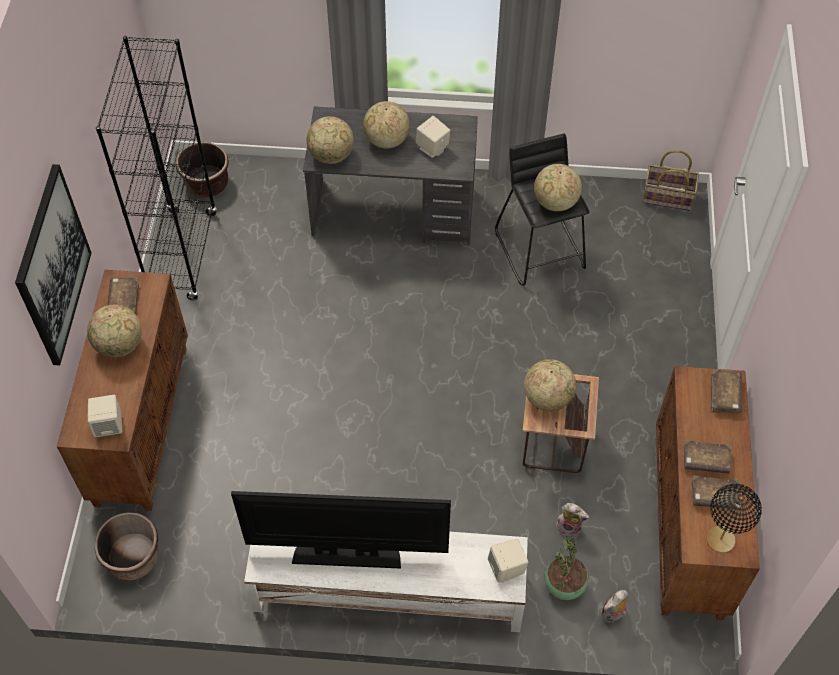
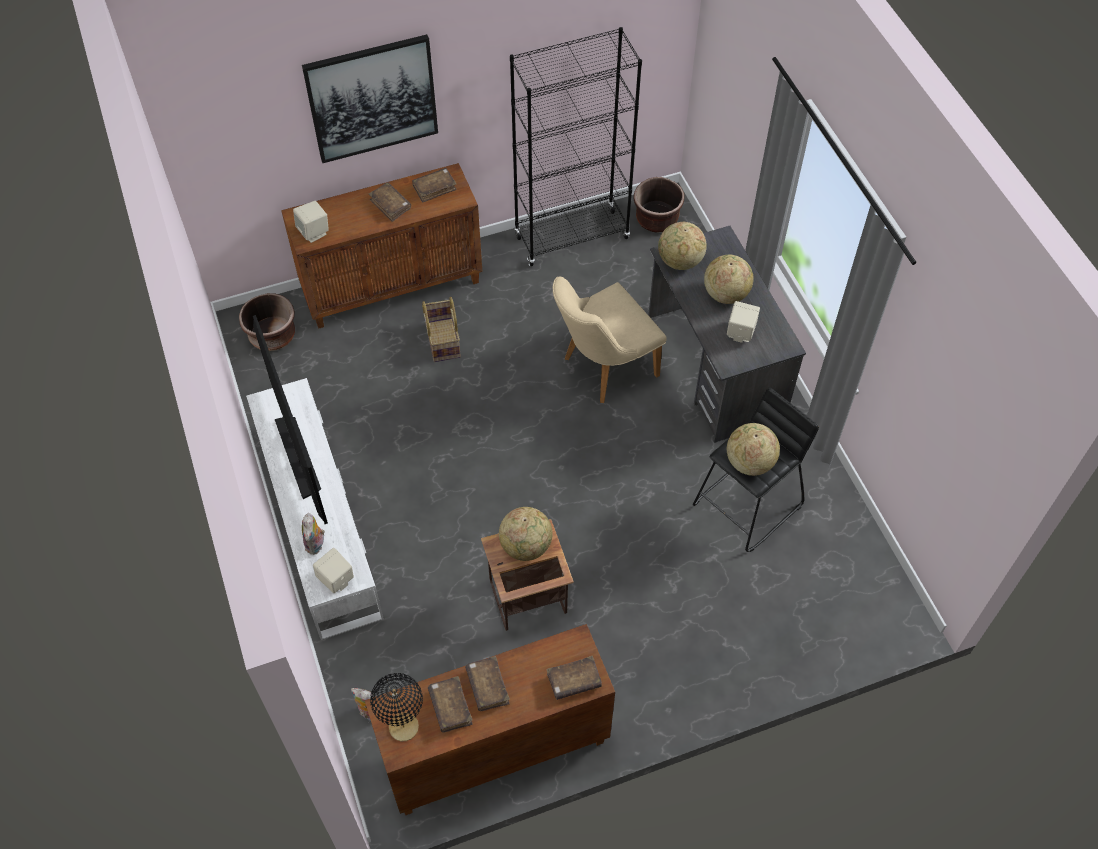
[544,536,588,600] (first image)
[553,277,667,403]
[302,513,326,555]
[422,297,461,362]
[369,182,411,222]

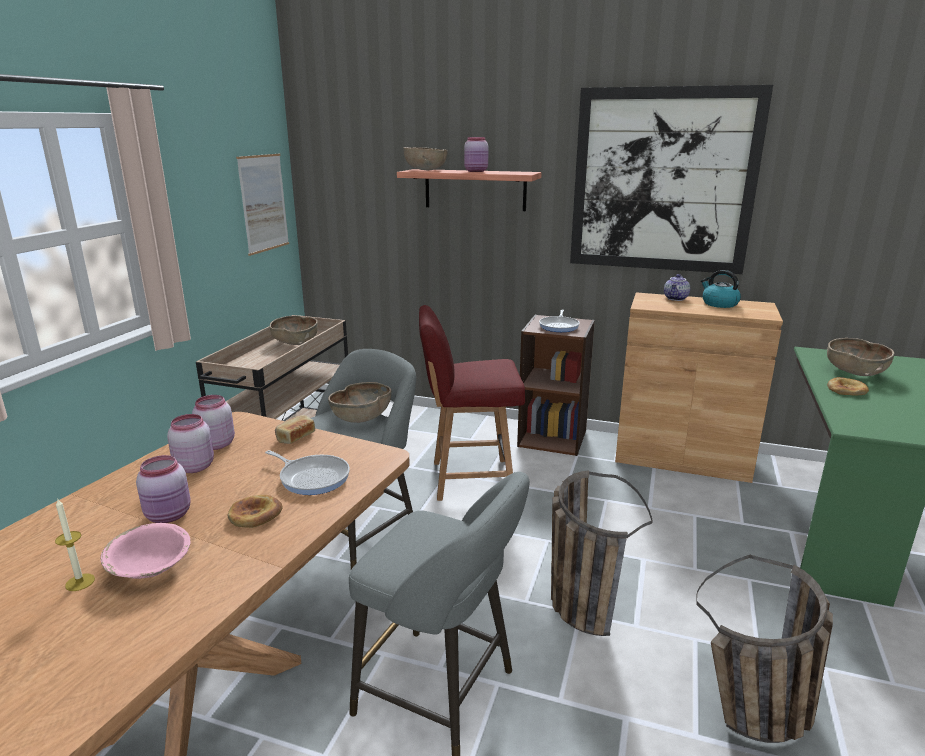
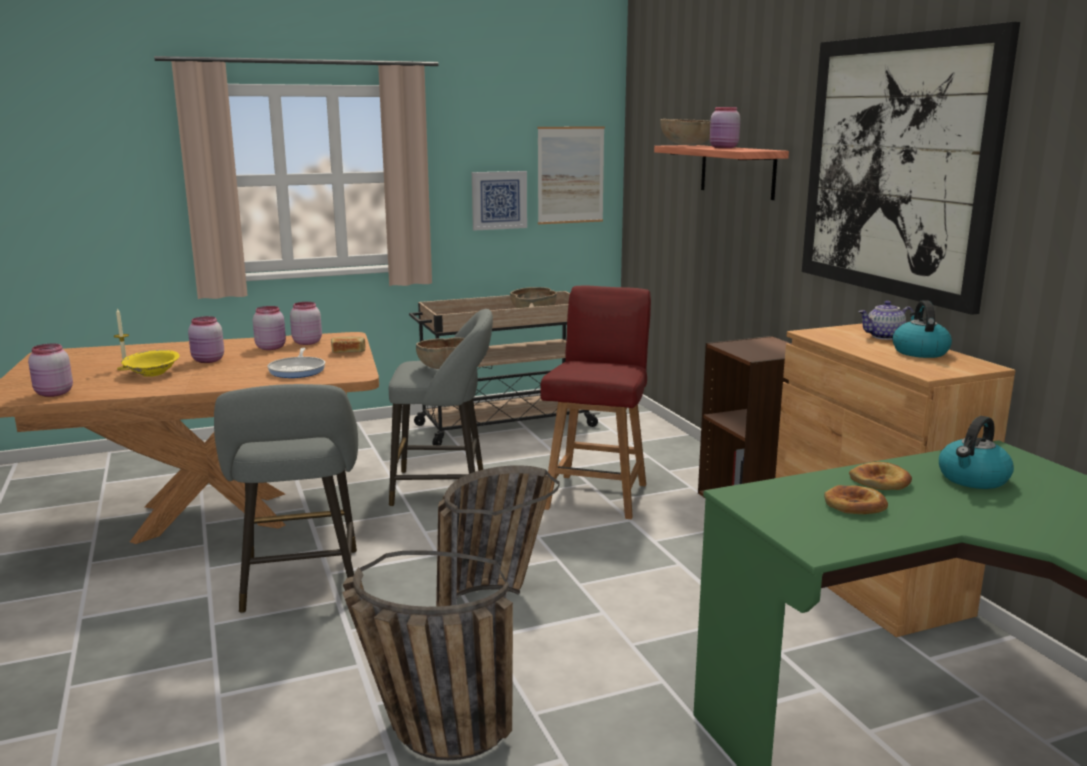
[539,310,580,332] (first image)
[28,344,73,397]
[472,171,527,231]
[824,485,888,514]
[939,416,1014,489]
[121,350,180,377]
[540,285,651,519]

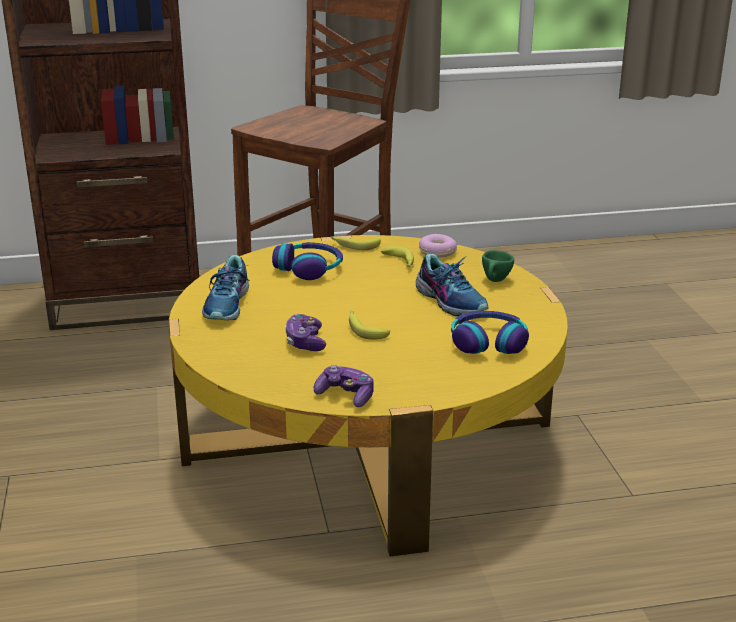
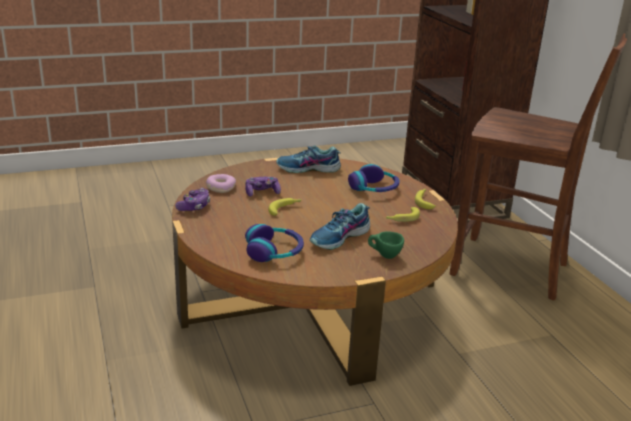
[206,174,236,193]
[172,157,458,386]

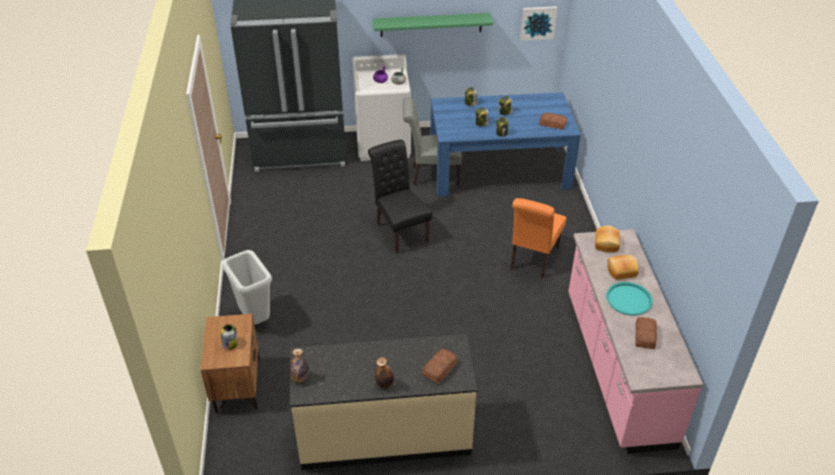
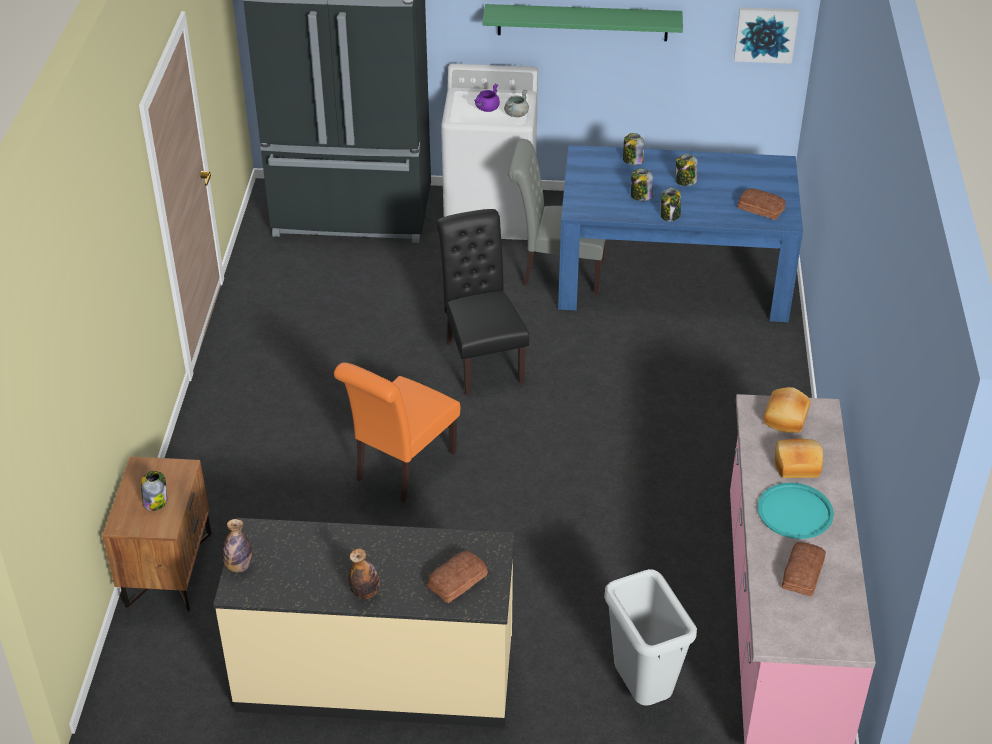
[604,569,697,706]
[334,362,460,503]

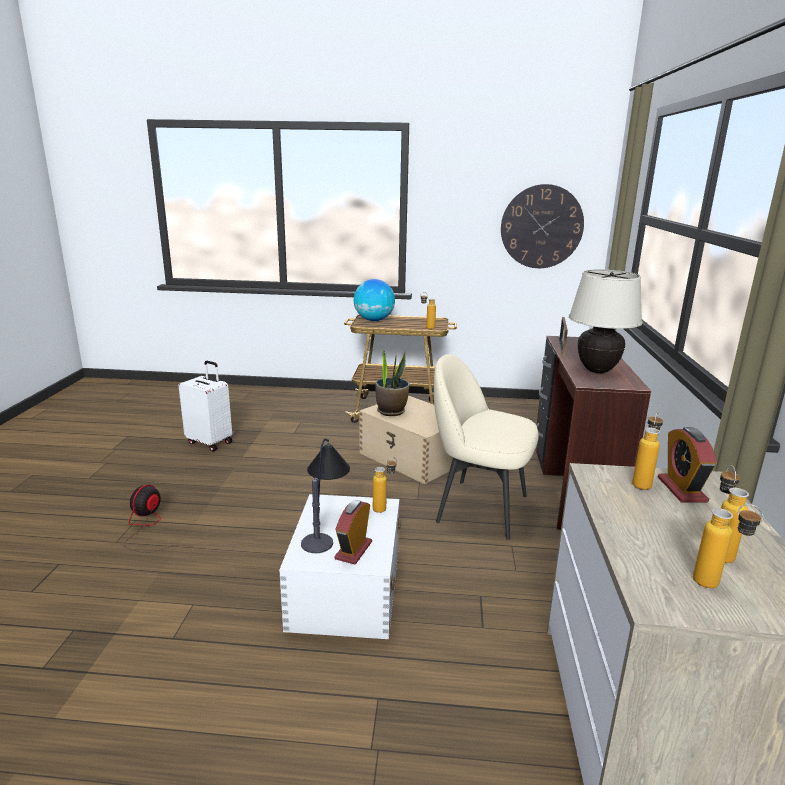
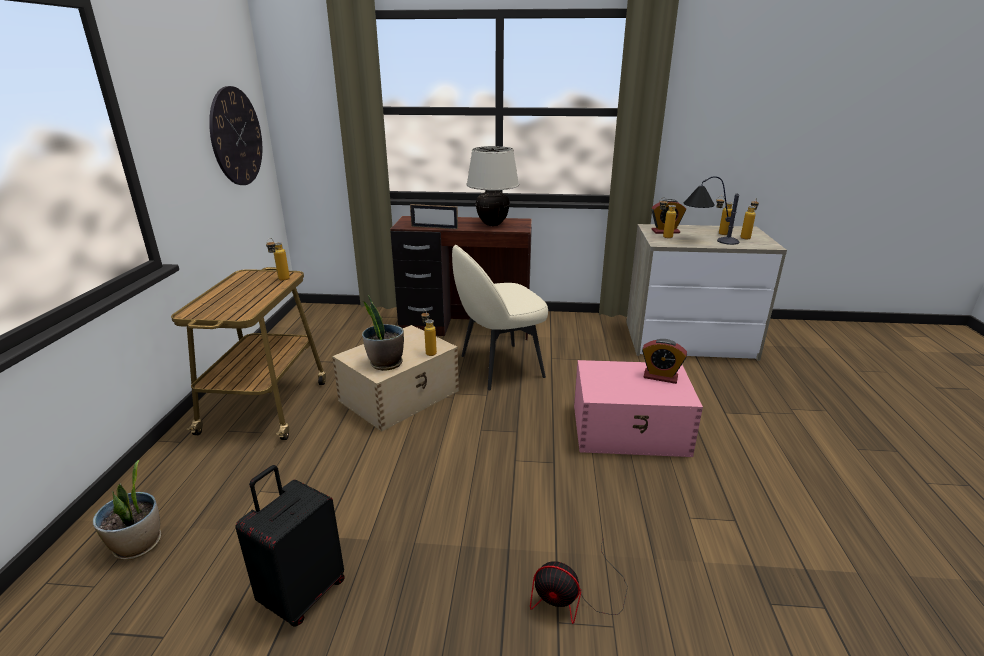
[354,279,395,321] (first image)
[93,459,161,560]
[684,176,739,245]
[421,310,437,356]
[235,465,345,627]
[574,360,703,457]
[452,245,548,390]

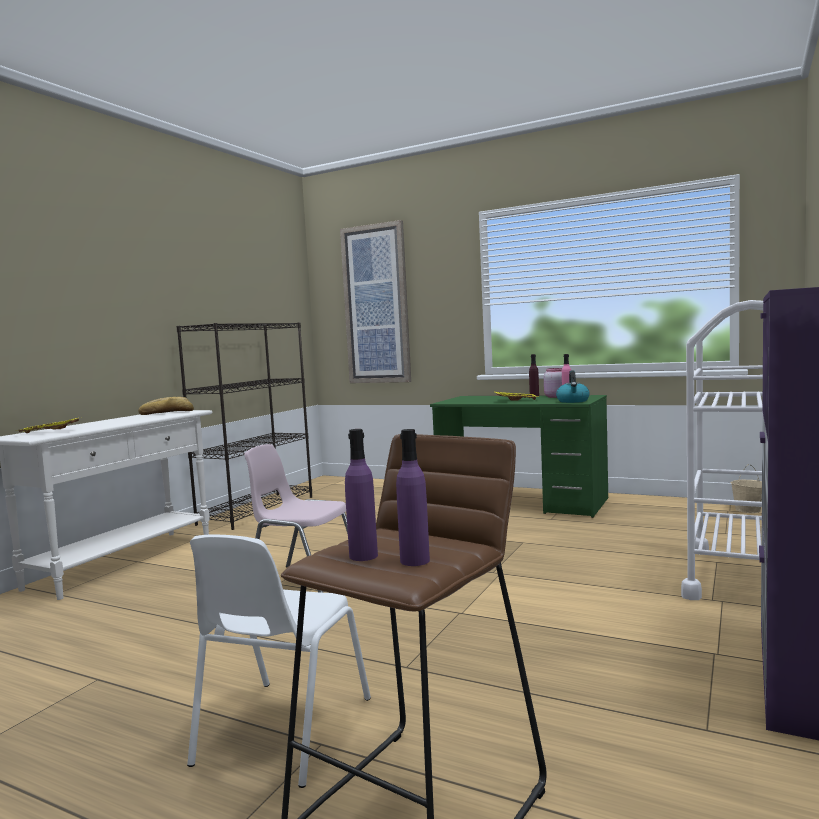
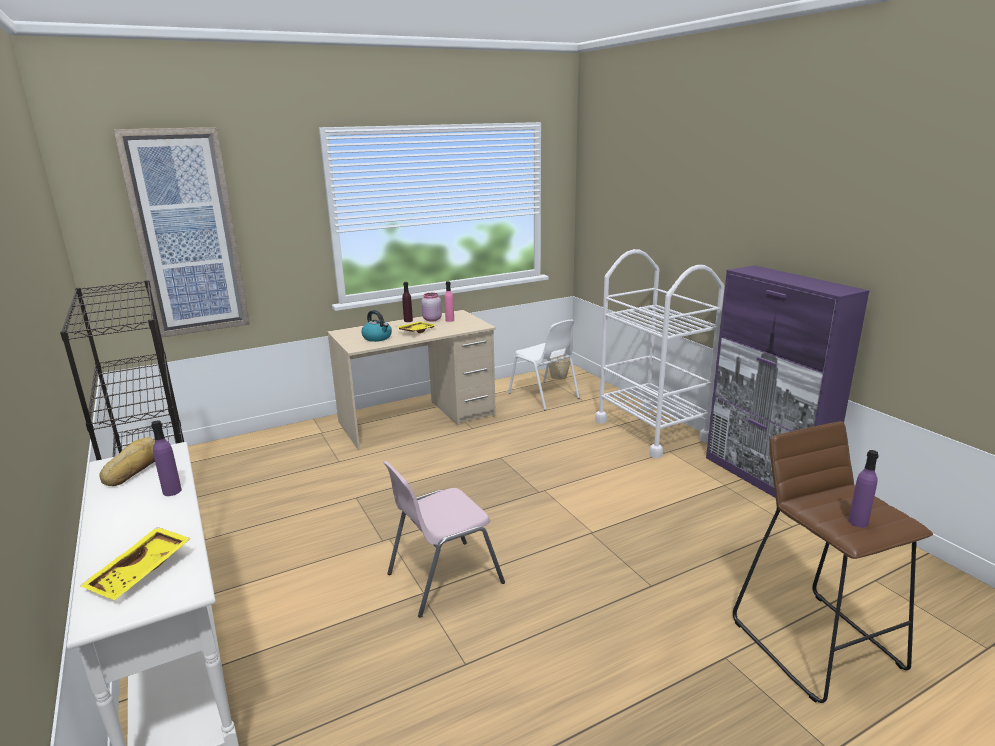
[508,320,580,410]
[151,420,182,496]
[361,310,392,342]
[327,310,496,450]

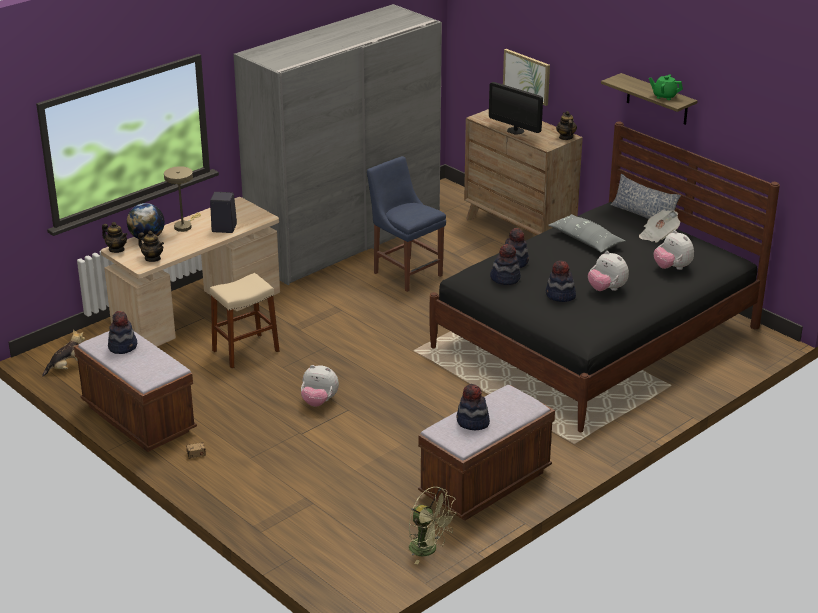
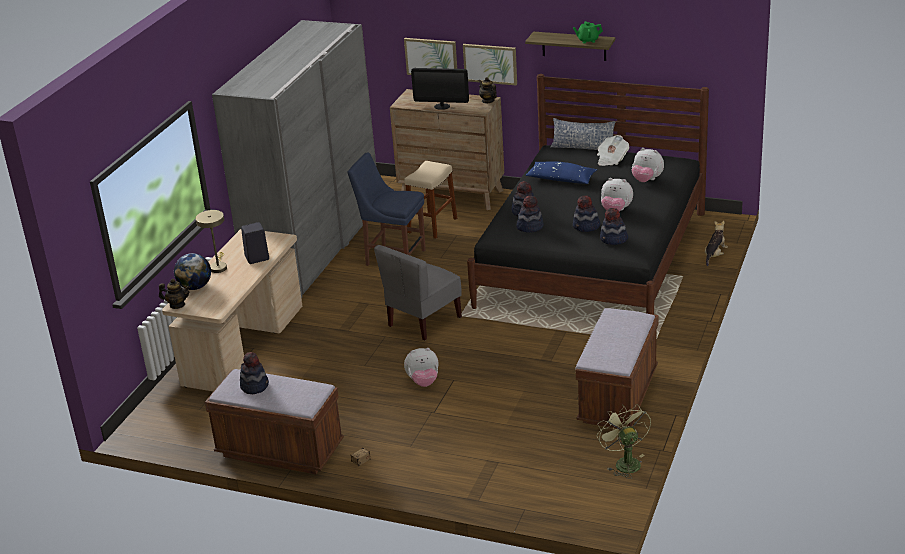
[138,231,164,262] (first image)
[374,245,462,340]
[463,44,517,85]
[705,221,728,266]
[404,161,457,239]
[600,208,628,245]
[525,161,597,184]
[597,404,651,479]

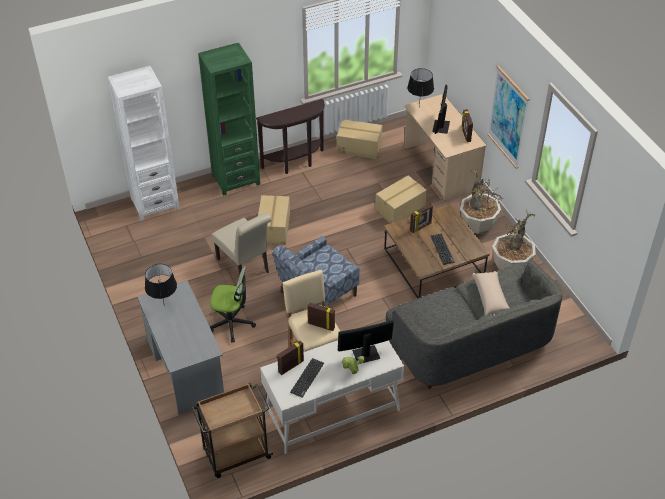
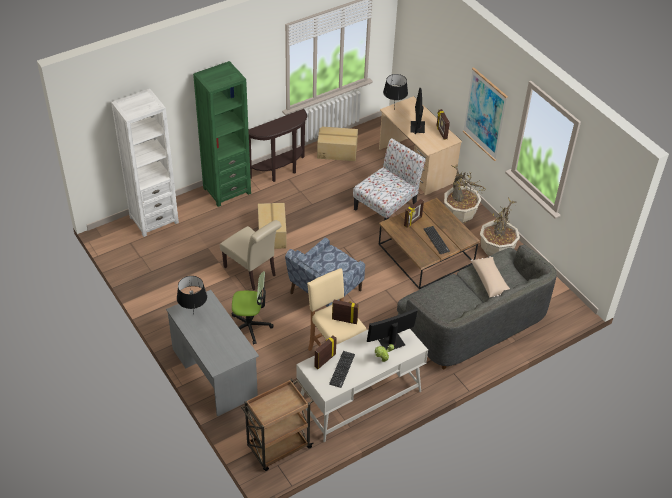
[353,138,426,220]

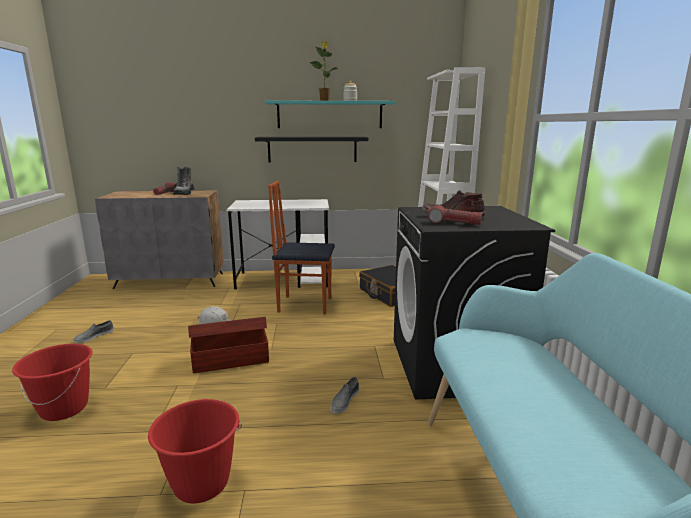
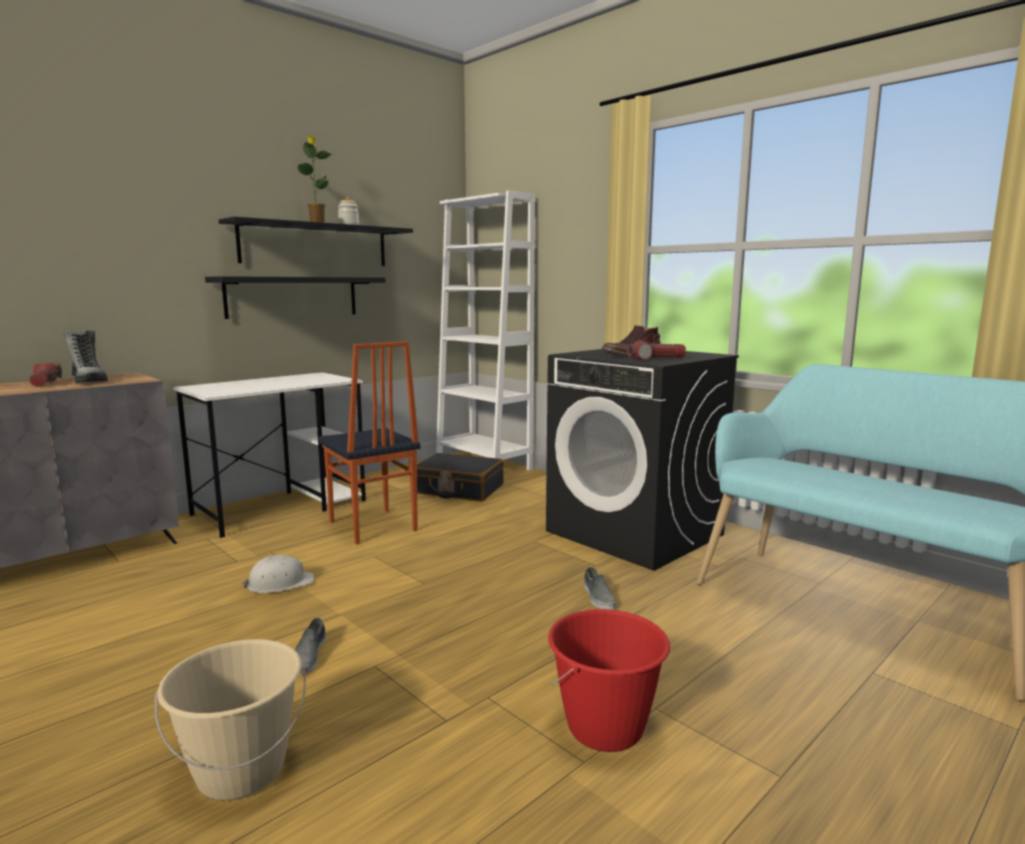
[188,317,269,373] (first image)
[295,618,326,676]
[155,639,306,800]
[219,217,413,266]
[318,341,421,545]

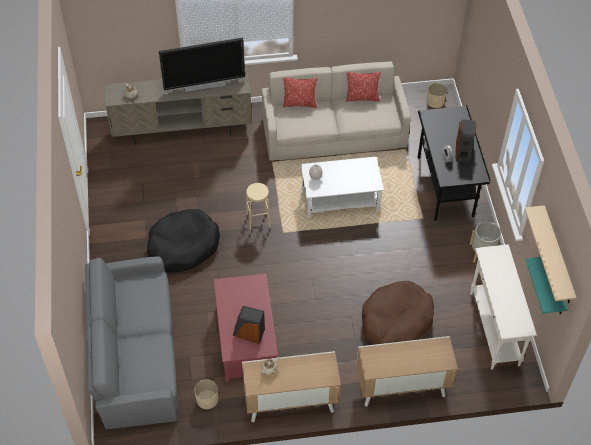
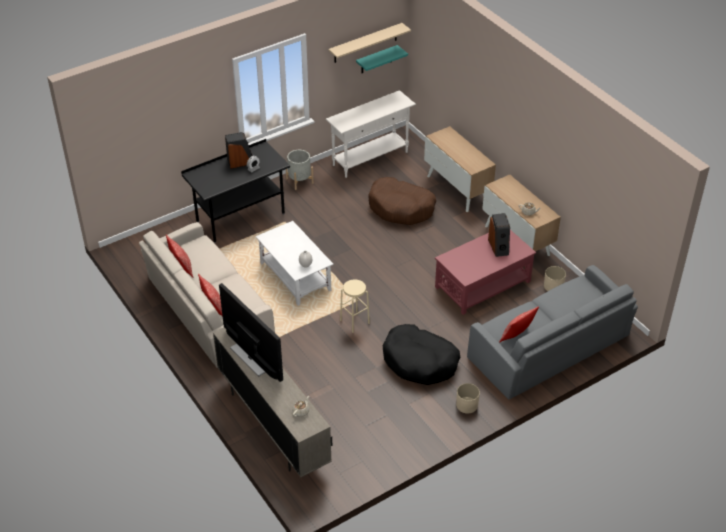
[499,306,539,342]
[456,383,480,414]

